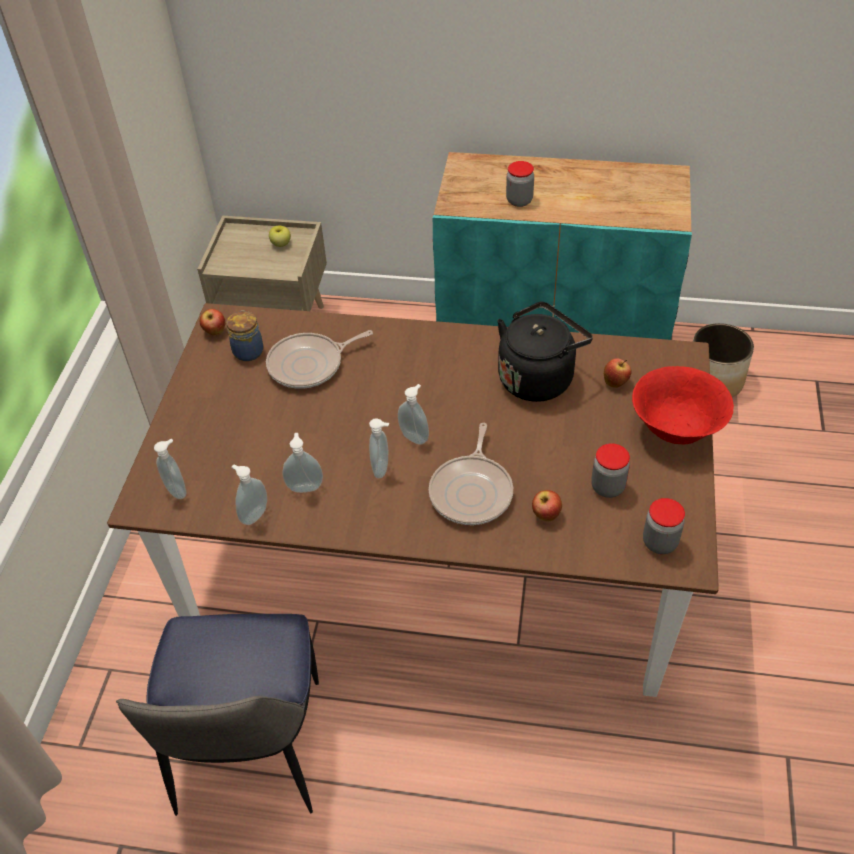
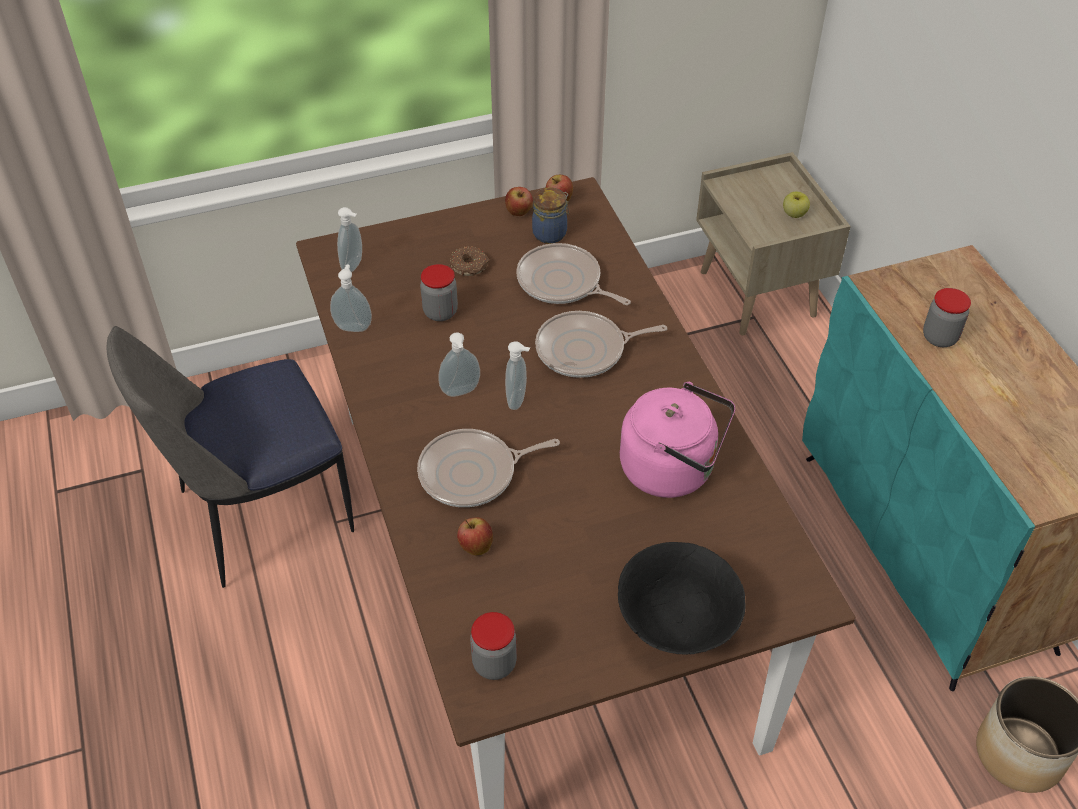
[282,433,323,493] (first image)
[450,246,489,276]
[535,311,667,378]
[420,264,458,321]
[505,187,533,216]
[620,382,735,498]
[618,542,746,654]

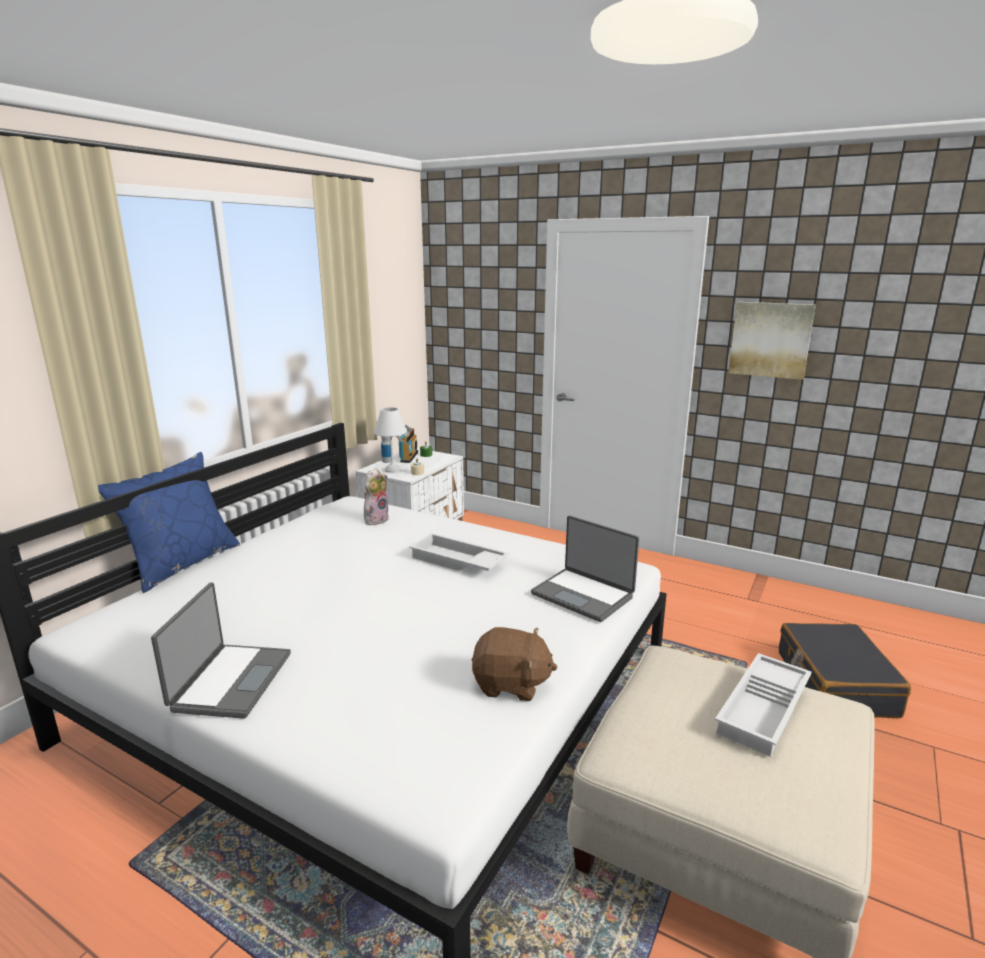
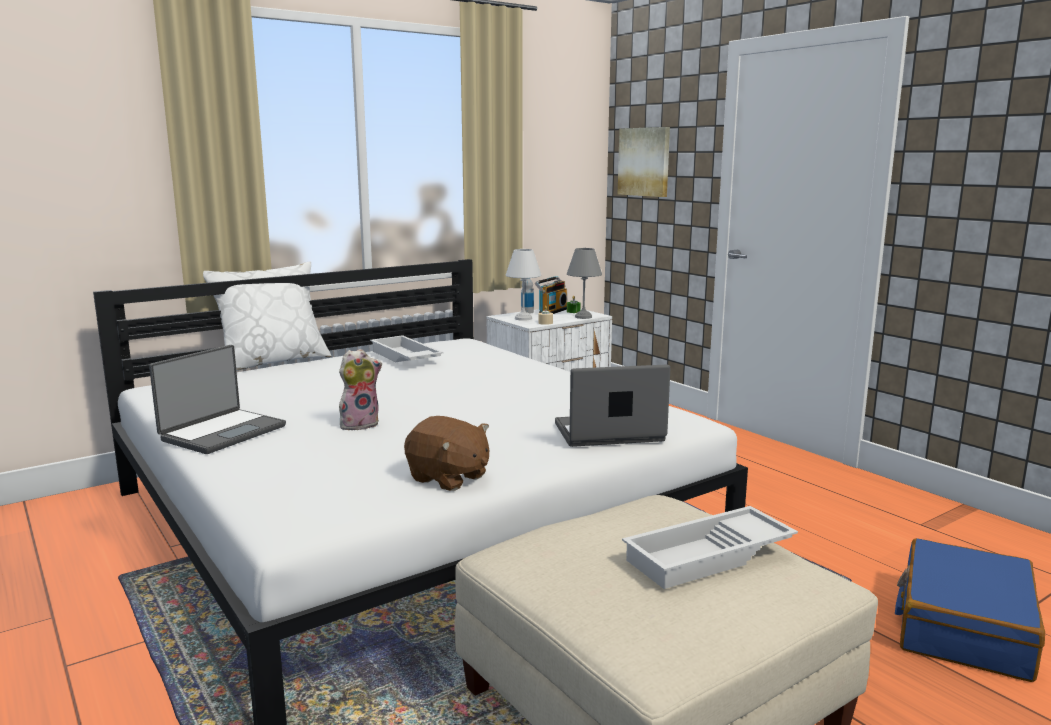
[567,248,602,319]
[339,349,382,430]
[370,335,444,362]
[618,127,670,197]
[203,261,331,371]
[895,538,1045,682]
[555,364,671,447]

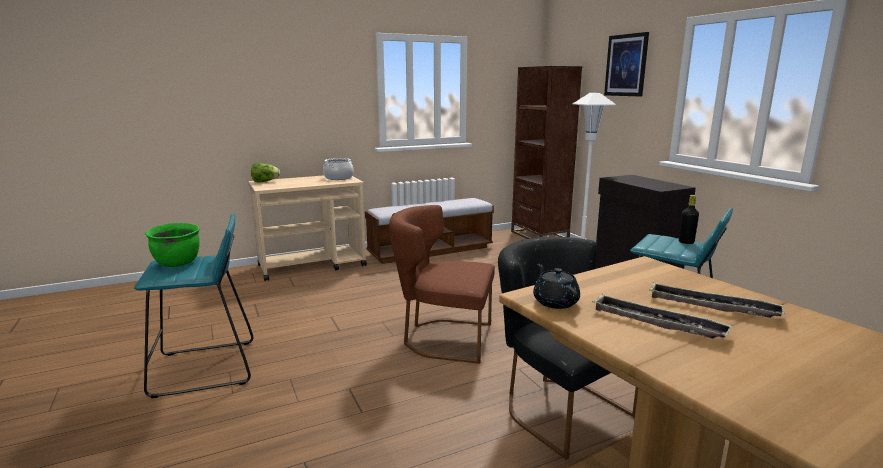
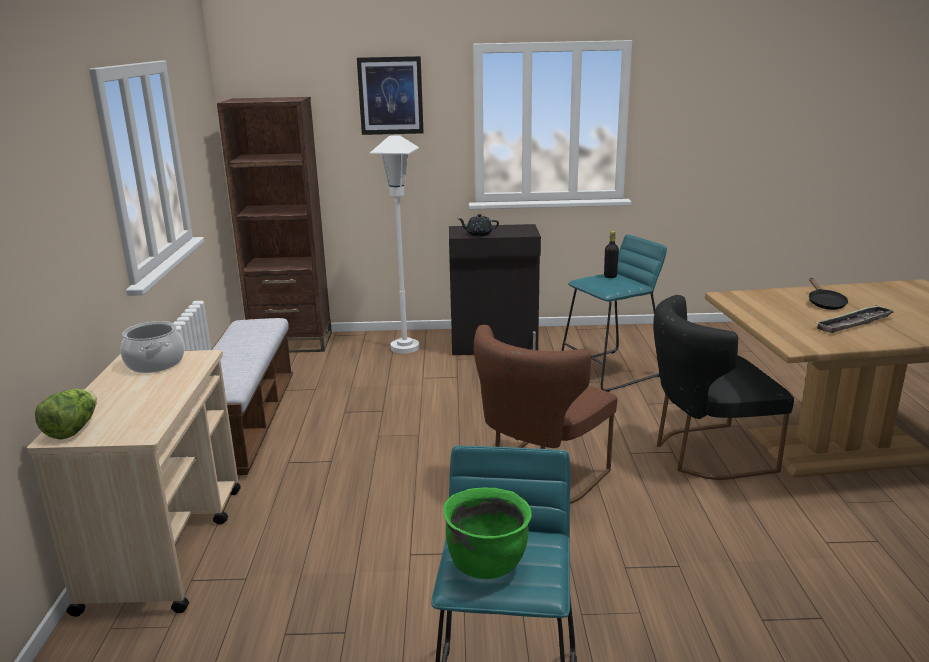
[457,214,499,236]
[809,278,848,310]

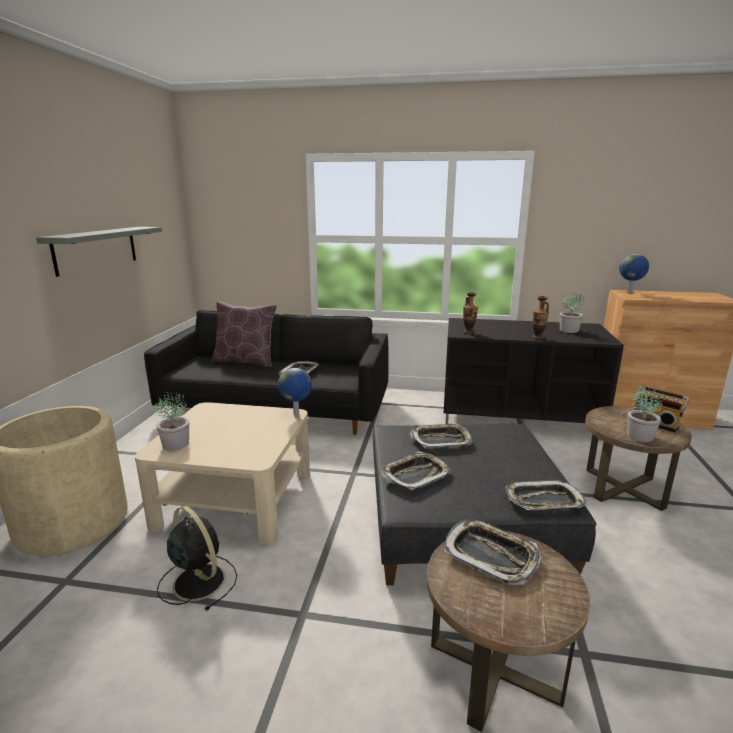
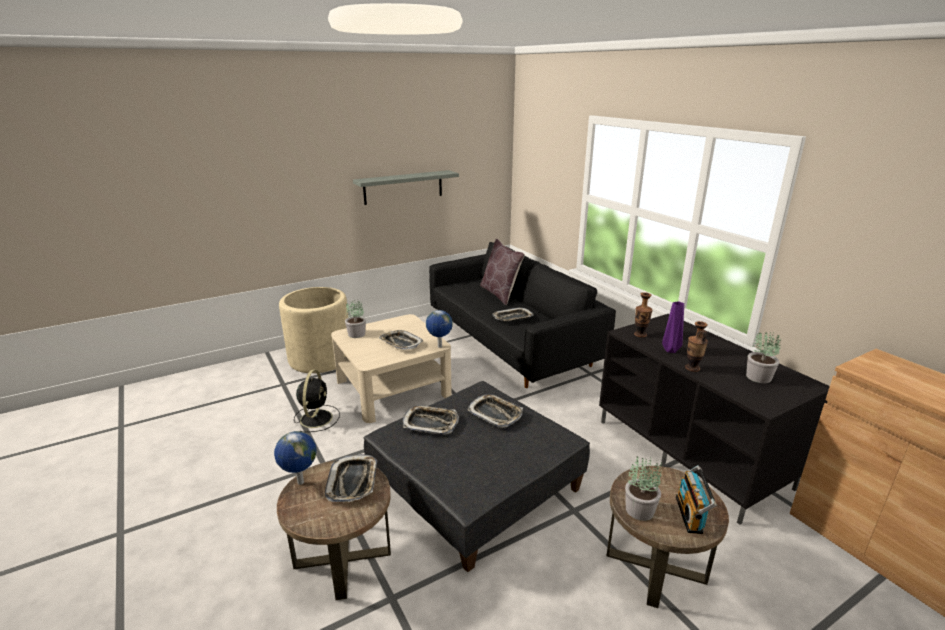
[662,301,684,353]
[379,330,423,350]
[274,431,317,485]

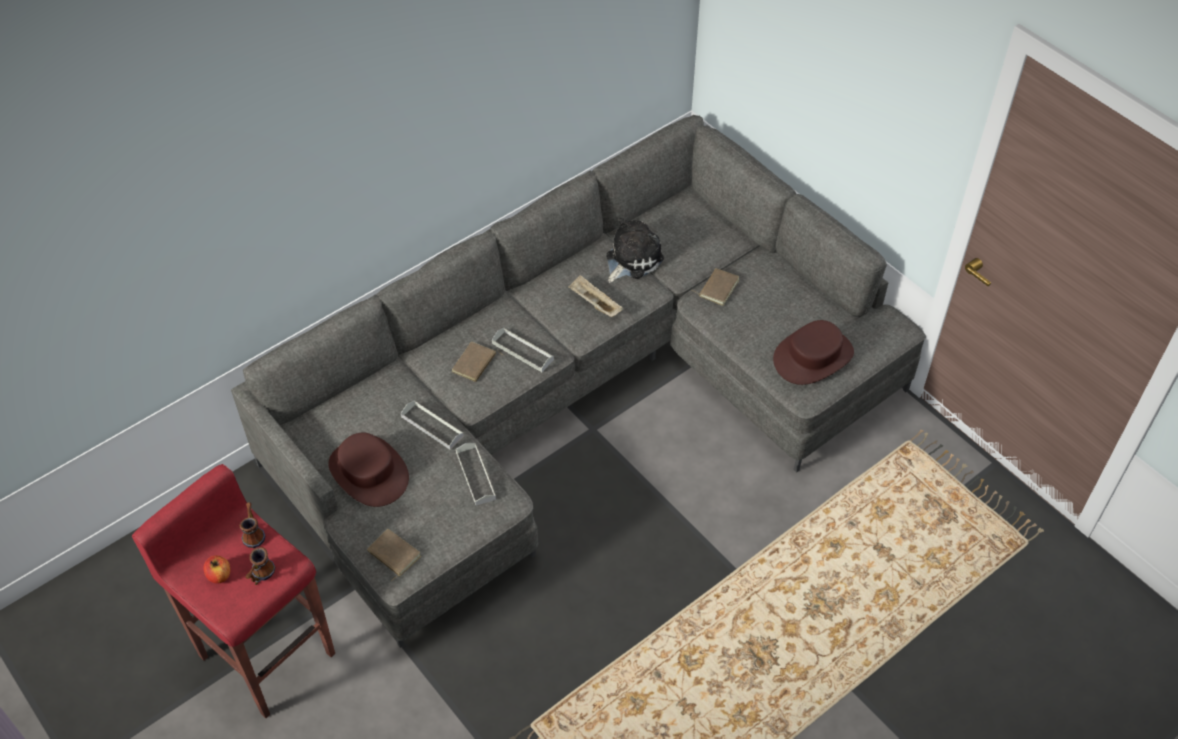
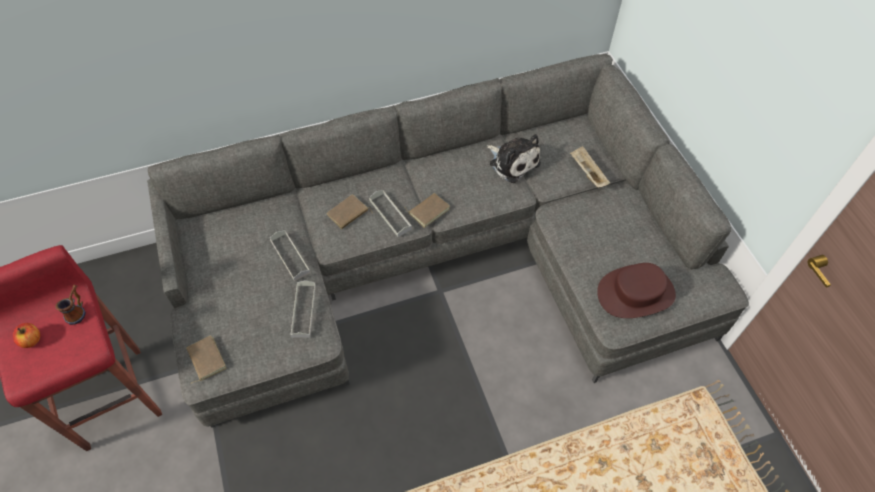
[245,547,276,585] (first image)
[328,433,409,507] (first image)
[570,146,610,188]
[405,193,450,228]
[487,134,541,183]

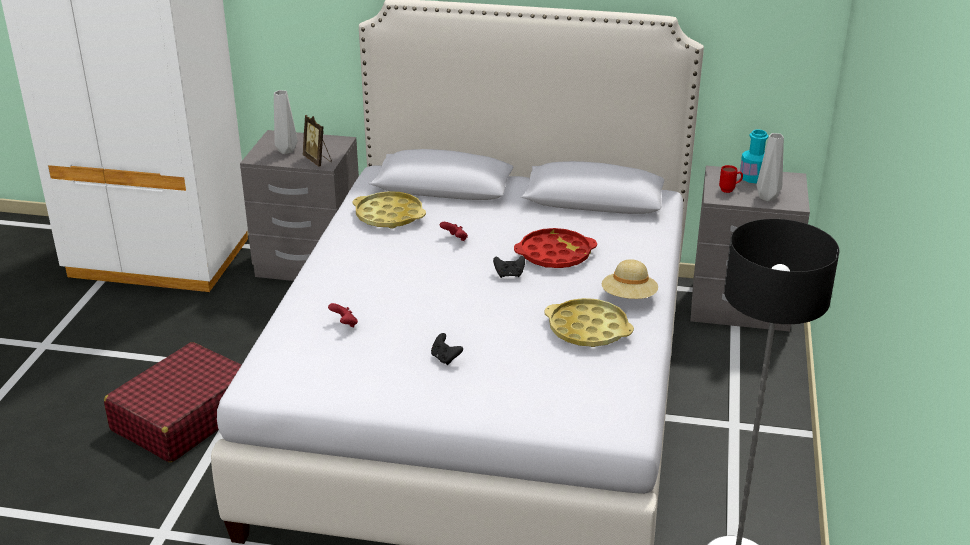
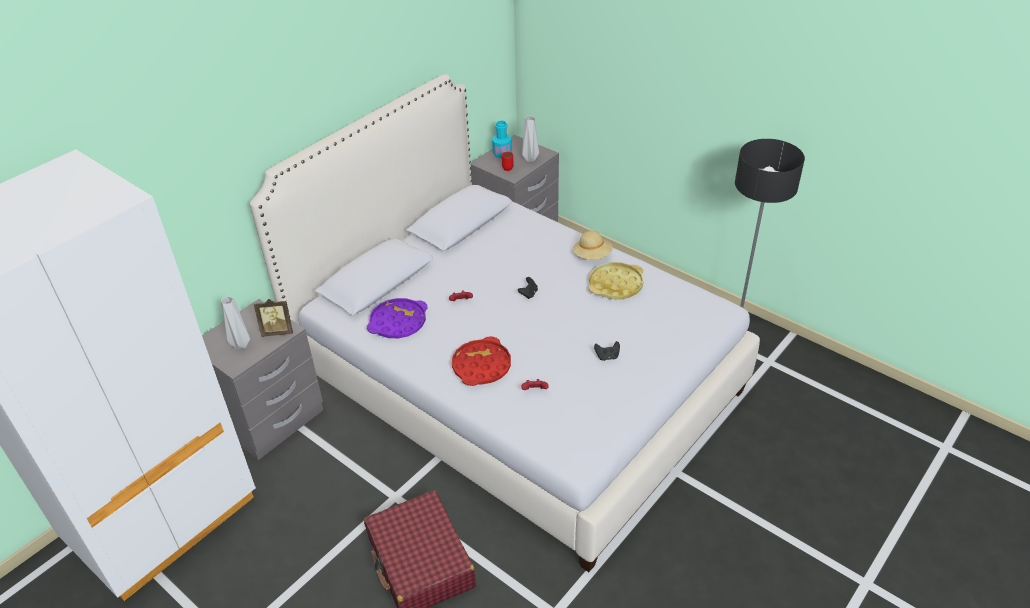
[452,336,511,386]
[367,298,428,338]

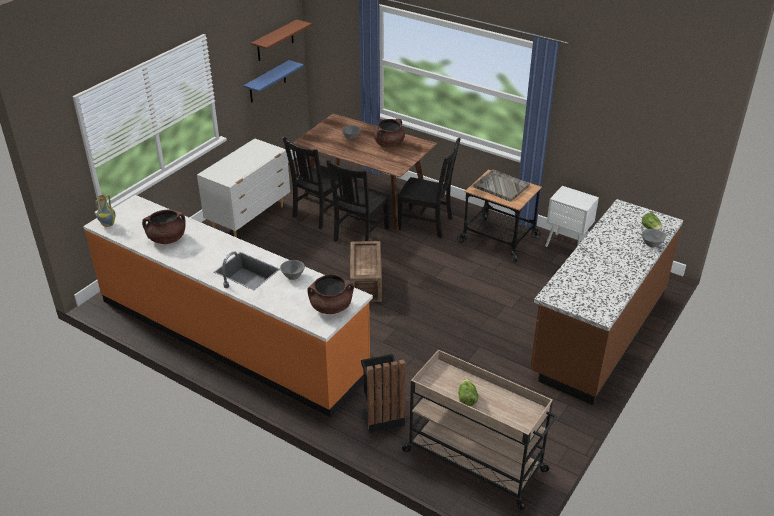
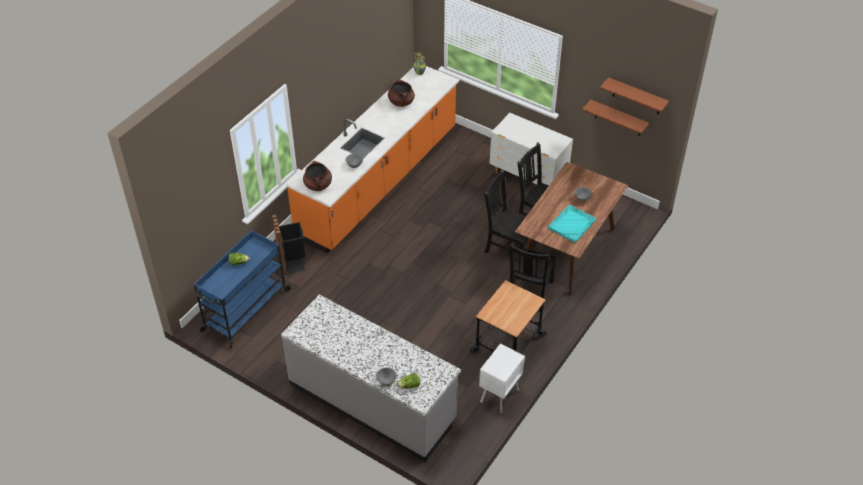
[350,241,382,302] (first image)
[474,169,530,202] (first image)
[548,205,596,243]
[582,100,649,136]
[194,230,291,348]
[281,294,461,462]

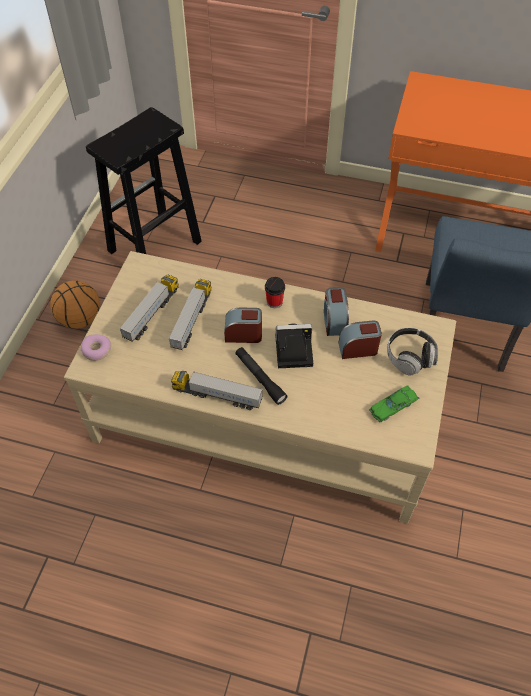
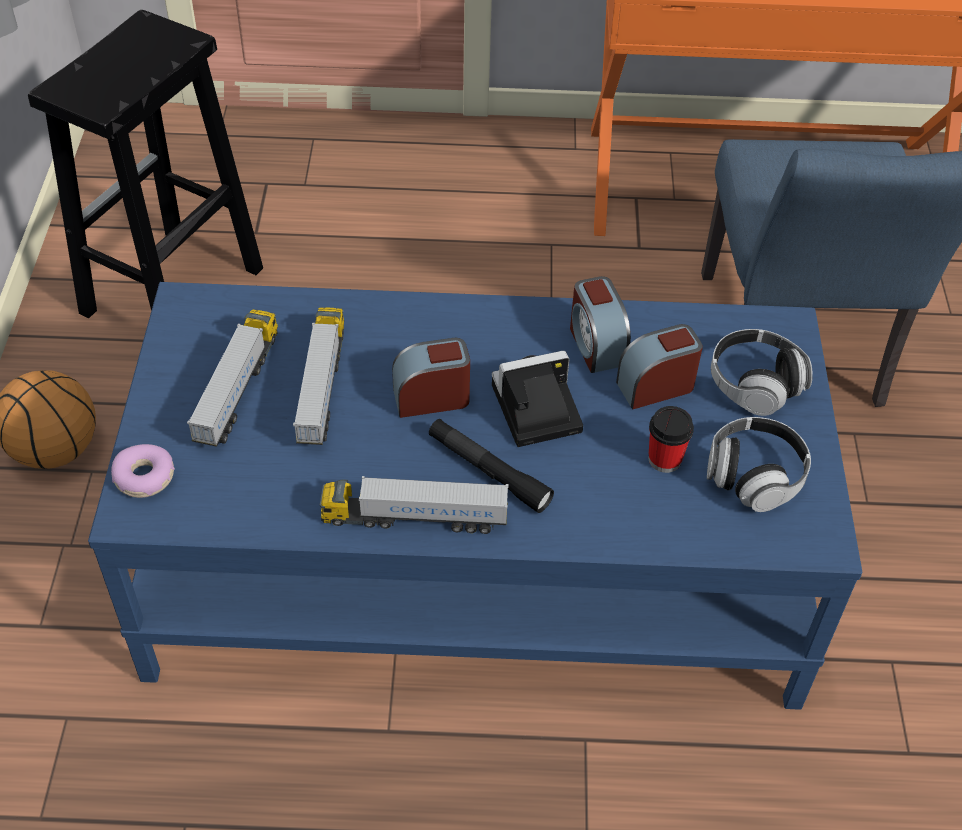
[648,406,694,473]
[707,417,811,512]
[88,282,863,710]

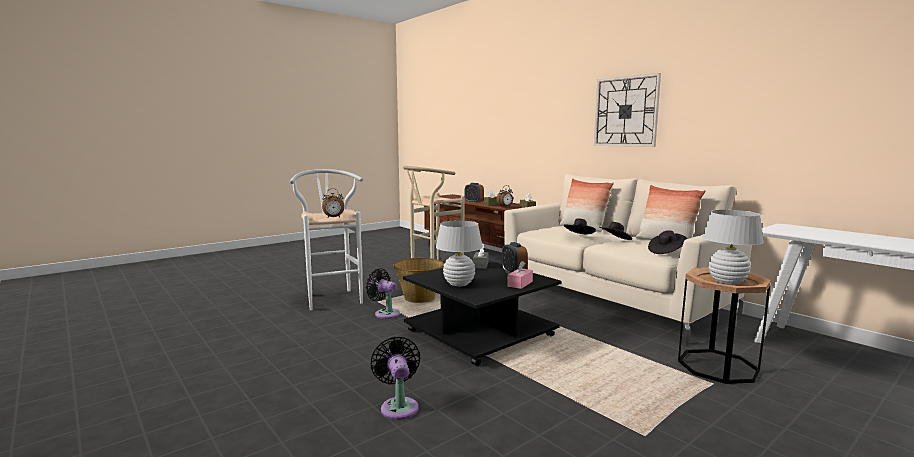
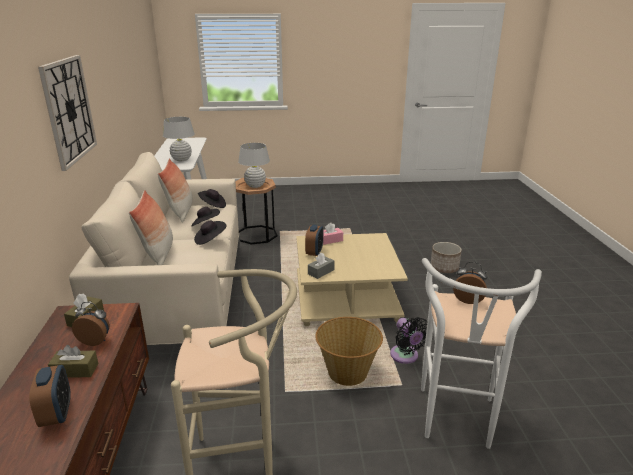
[163,117,195,161]
[431,242,462,273]
[296,233,408,326]

